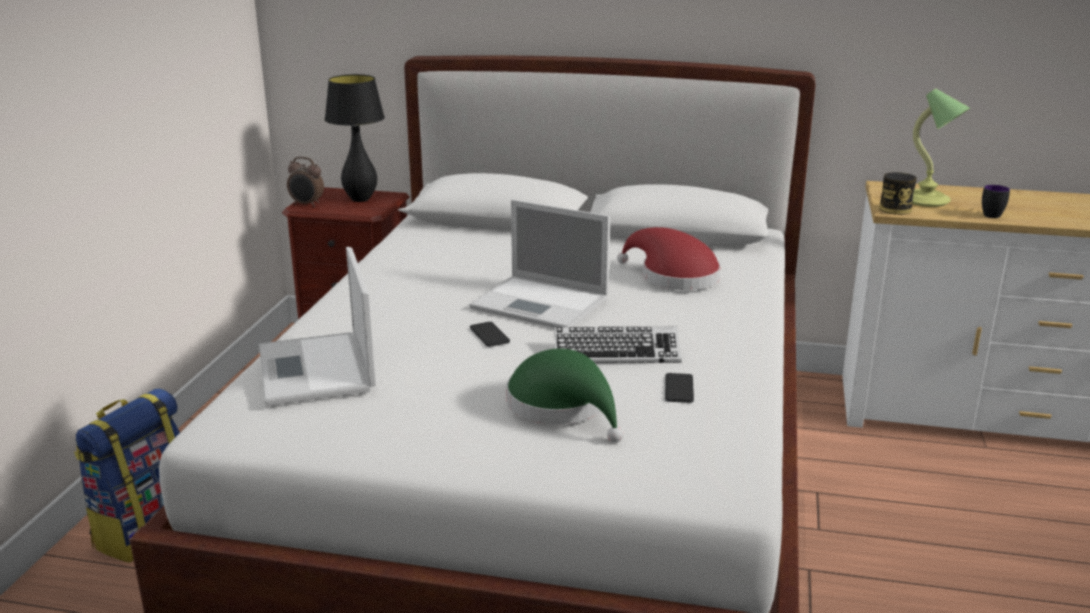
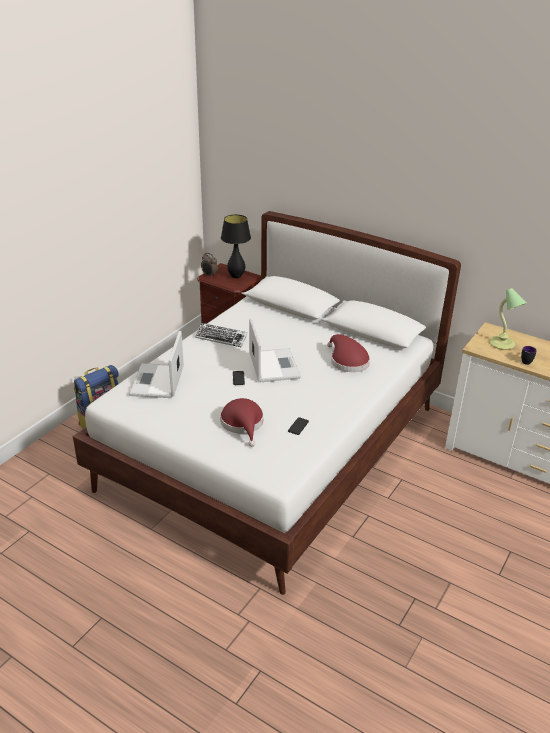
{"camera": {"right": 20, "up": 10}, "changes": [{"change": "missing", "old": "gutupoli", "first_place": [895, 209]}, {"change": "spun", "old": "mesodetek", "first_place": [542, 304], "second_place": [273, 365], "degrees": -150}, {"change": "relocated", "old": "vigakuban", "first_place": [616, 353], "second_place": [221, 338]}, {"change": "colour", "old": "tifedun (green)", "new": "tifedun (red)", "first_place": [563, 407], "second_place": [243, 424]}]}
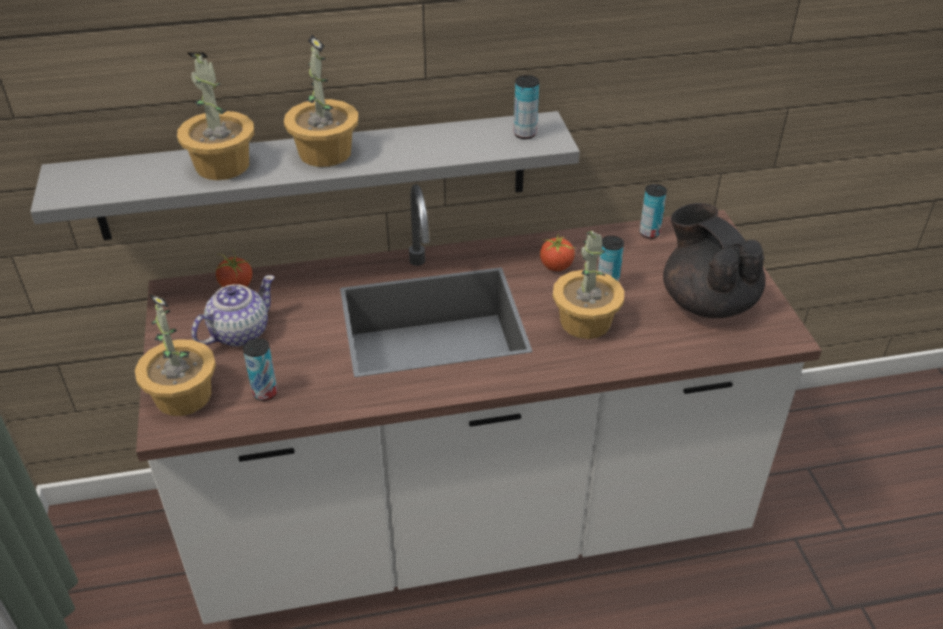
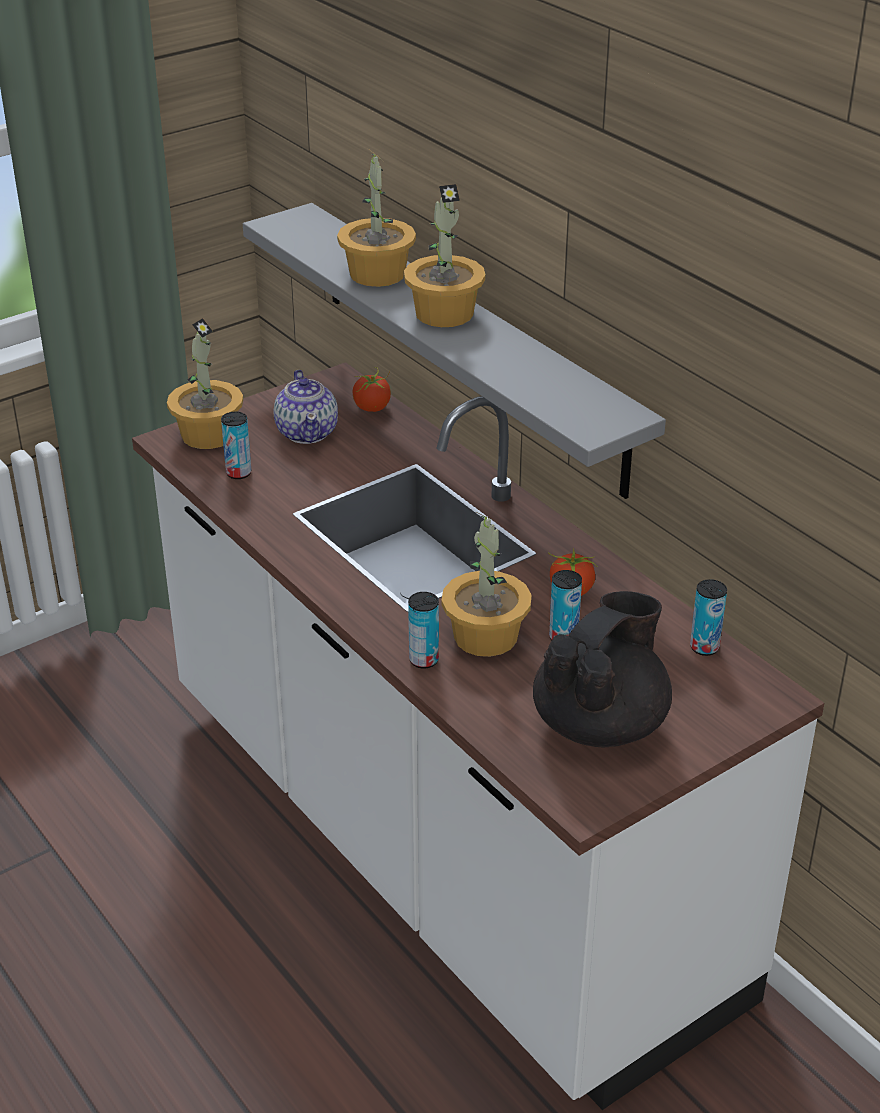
{"camera": {"right": 65, "up": -5}, "changes": [{"change": "relocated", "old": "gutupoli", "first_place": [525, 134], "second_place": [424, 660]}, {"change": "spun", "old": "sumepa", "first_place": [238, 333], "second_place": [307, 432], "degrees": 60}]}
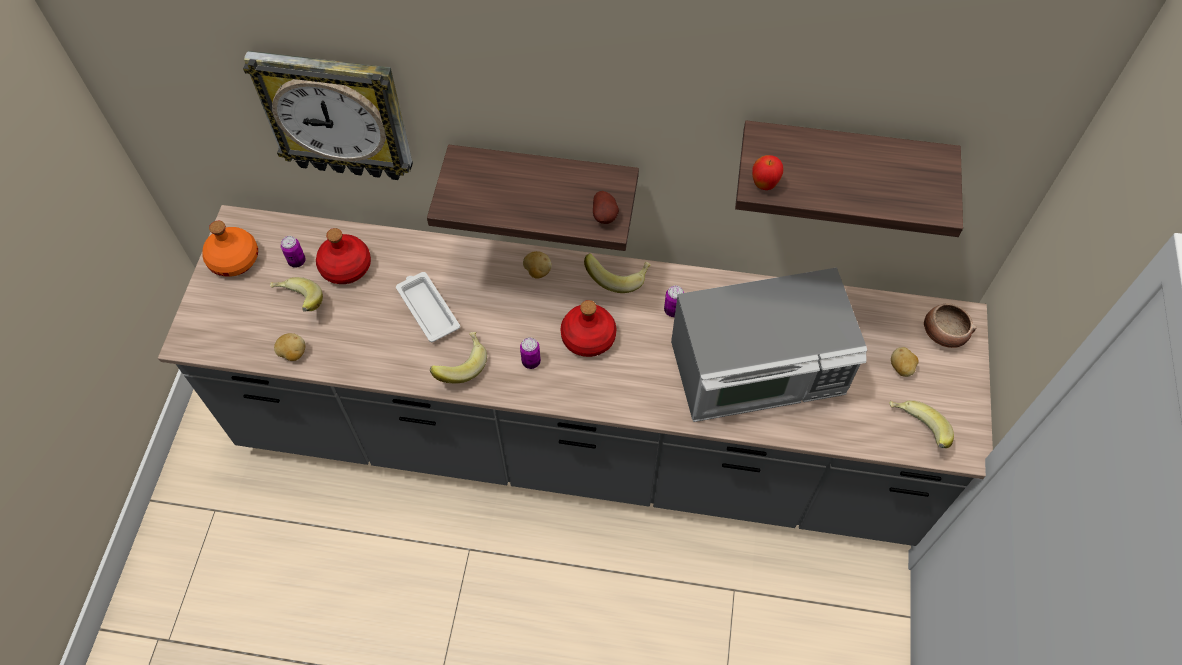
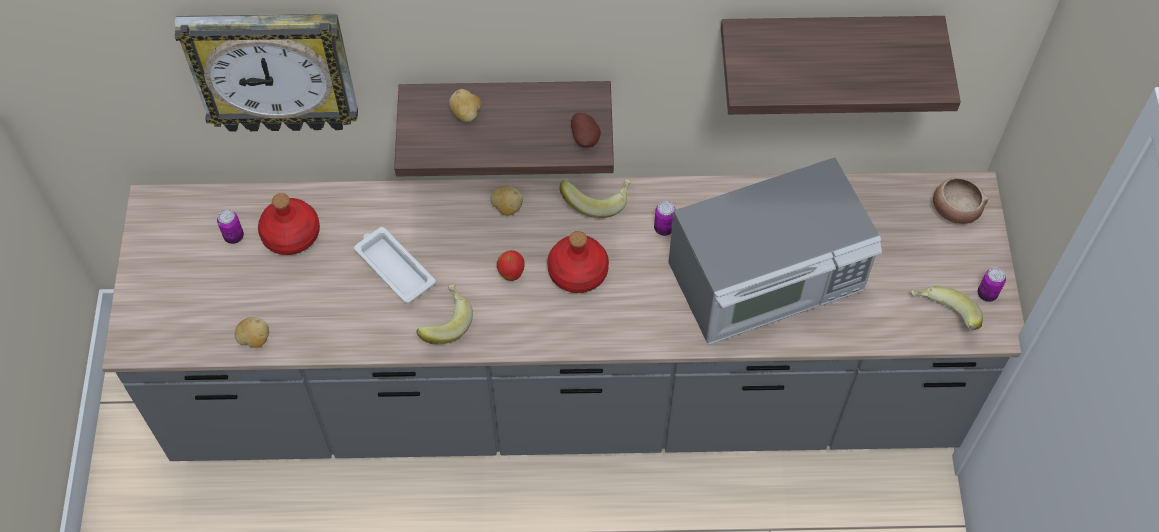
{"camera": {"right": -10, "up": 0}, "changes": [{"change": "relocated", "old": "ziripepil", "first_place": [764, 185], "second_place": [511, 274]}, {"change": "missing", "old": "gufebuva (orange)", "first_place": [234, 259]}, {"change": "missing", "old": "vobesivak", "first_place": [298, 303]}, {"change": "relocated", "old": "gutupoli", "first_place": [531, 362], "second_place": [987, 294]}, {"change": "relocated", "old": "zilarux", "first_place": [901, 368], "second_place": [466, 114]}]}
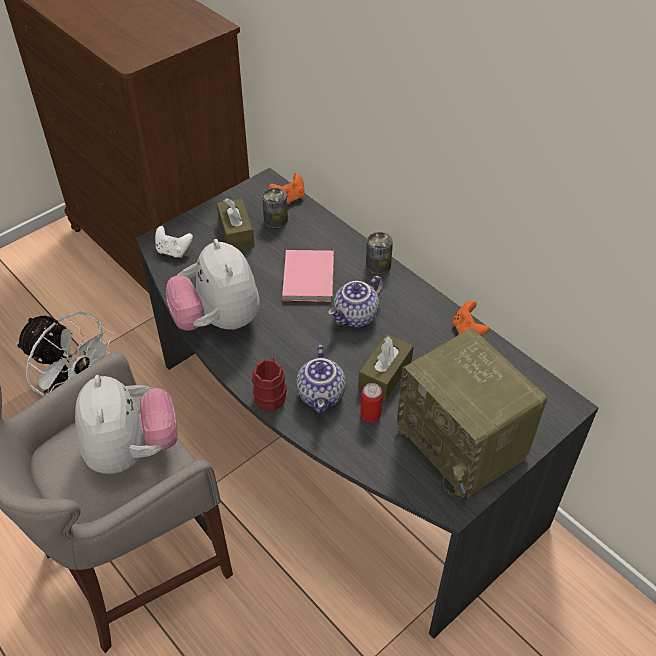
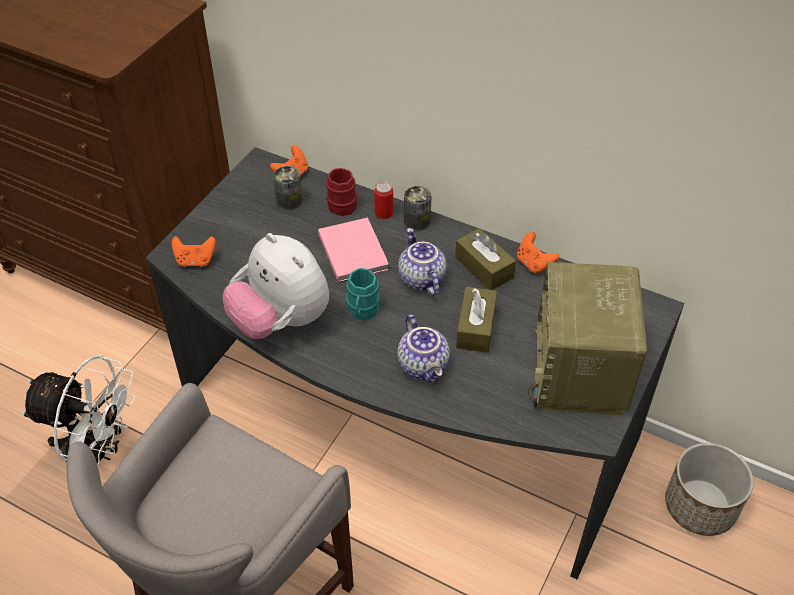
{"camera": {"right": -20, "up": 0}, "changes": [{"change": "relocated", "old": "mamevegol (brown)", "first_place": [236, 232], "second_place": [484, 267]}, {"change": "colour", "old": "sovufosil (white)", "new": "sovufosil (orange)", "first_place": [173, 251], "second_place": [195, 261]}, {"change": "spun", "old": "sumepa", "first_place": [356, 317], "second_place": [420, 279], "degrees": 135}, {"change": "spun", "old": "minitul", "first_place": [463, 444], "second_place": [580, 372], "degrees": 60}, {"change": "relocated", "old": "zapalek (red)", "first_place": [271, 393], "second_place": [341, 202]}, {"change": "missing", "old": "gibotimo", "first_place": [132, 451]}, {"change": "relocated", "old": "gutupoli", "first_place": [370, 414], "second_place": [384, 213]}, {"change": "appeared", "new": "zapalek (turquoise)", "second_place": [362, 311]}, {"change": "appeared", "new": "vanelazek", "second_place": [700, 507]}]}
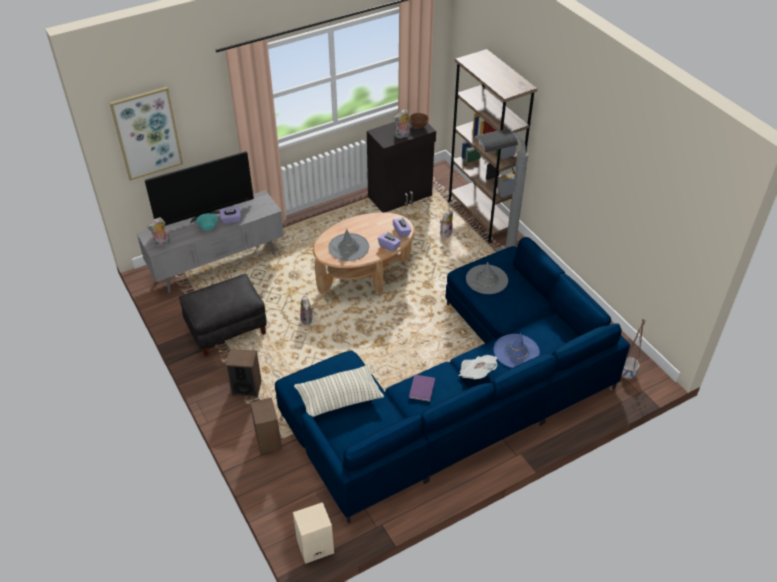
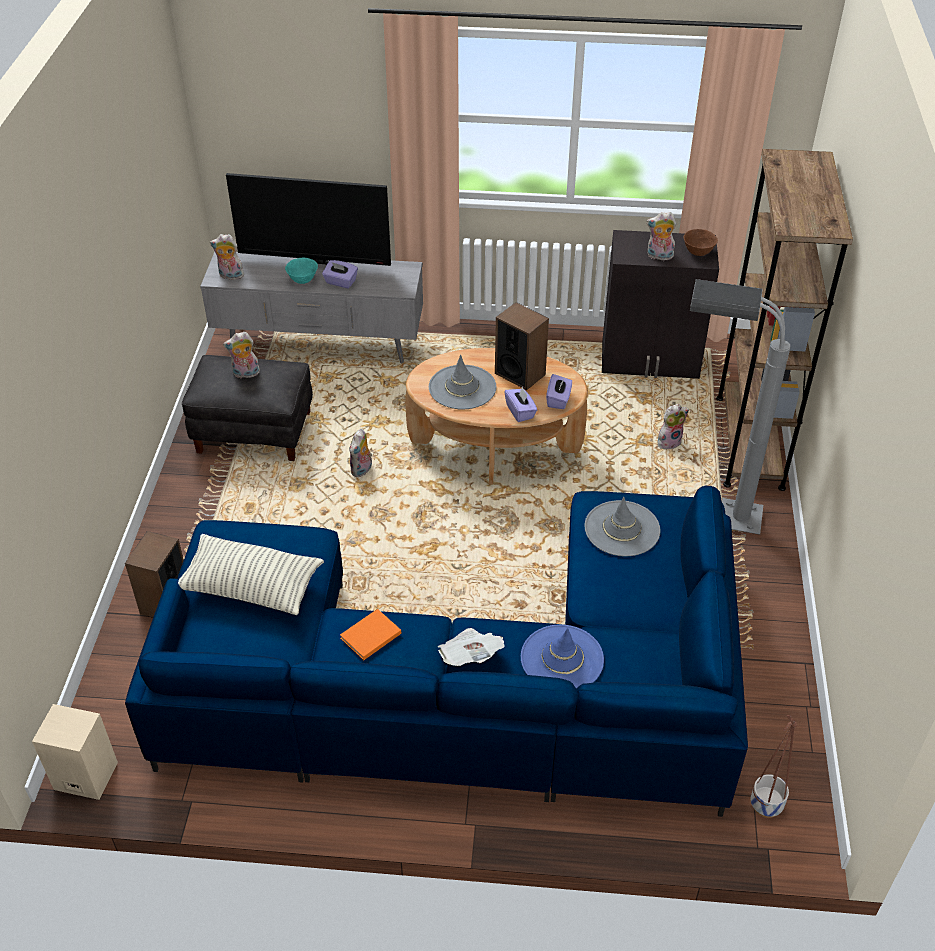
{"camera": {"right": 35, "up": 0}, "changes": [{"change": "missing", "old": "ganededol", "first_place": [147, 133]}, {"change": "relocated", "old": "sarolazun", "first_place": [246, 387], "second_place": [520, 373]}, {"change": "colour", "old": "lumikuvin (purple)", "new": "lumikuvin (orange)", "first_place": [421, 389], "second_place": [369, 636]}, {"change": "appeared", "new": "gibotimo", "second_place": [245, 374]}]}
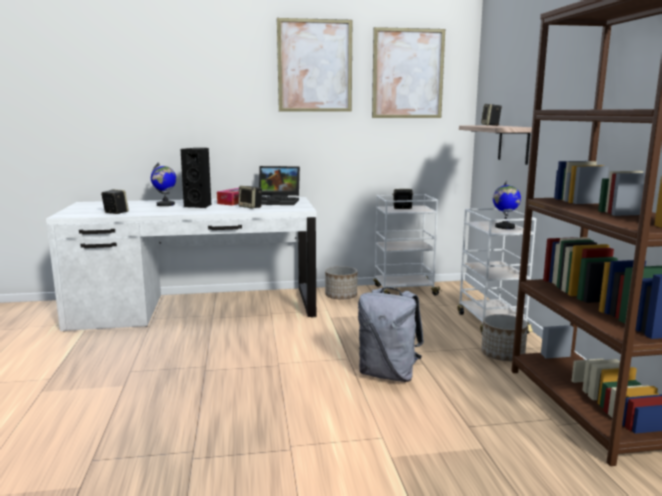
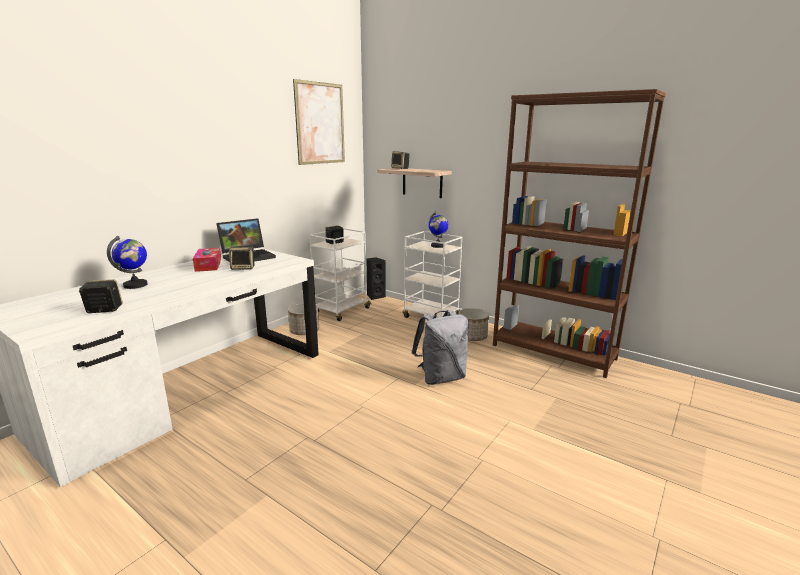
{"camera": {"right": -45, "up": 5}, "changes": [{"change": "missing", "old": "ganededol", "first_place": [315, 66]}, {"change": "relocated", "old": "sarolazun (black)", "first_place": [199, 206], "second_place": [375, 296]}]}
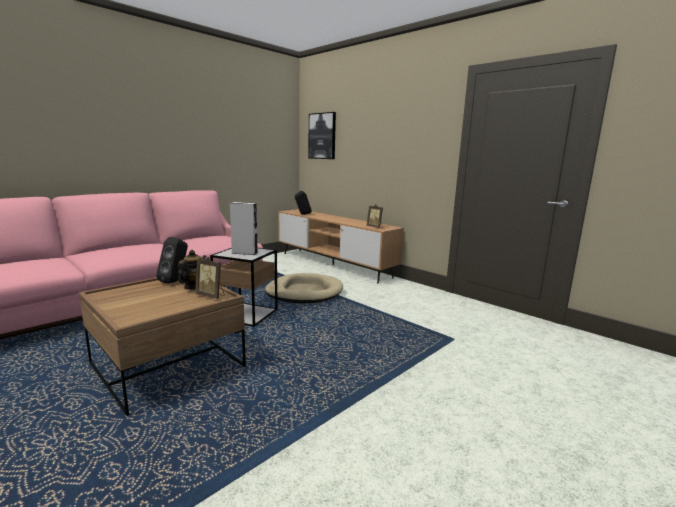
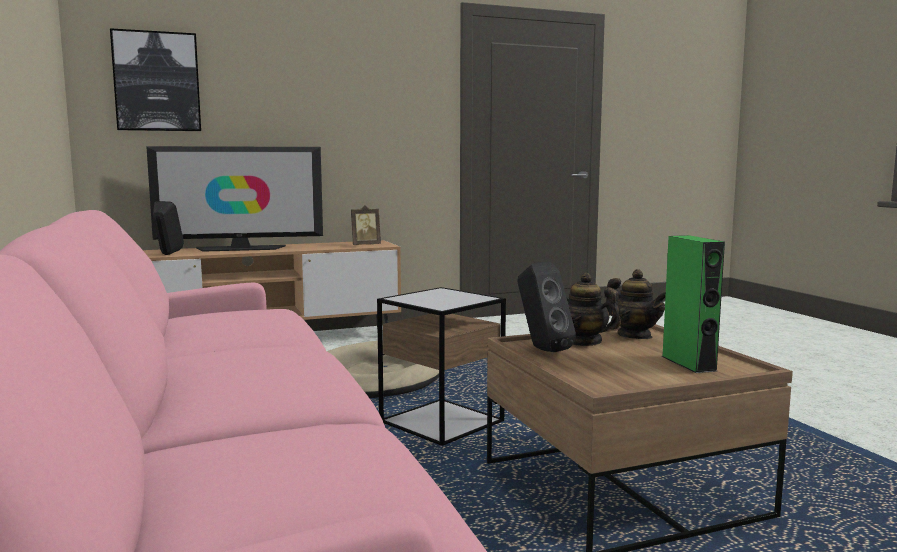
{"camera": {"right": -65, "up": -5}, "changes": [{"change": "missing", "old": "sarolazun (grey)", "first_place": [244, 253]}, {"change": "exchanged", "old": "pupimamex", "new": "sumepa", "first_place": [211, 296], "second_place": [634, 336]}, {"change": "appeared", "new": "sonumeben", "second_place": [240, 248]}, {"change": "appeared", "new": "sarolazun (green)", "second_place": [688, 363]}]}
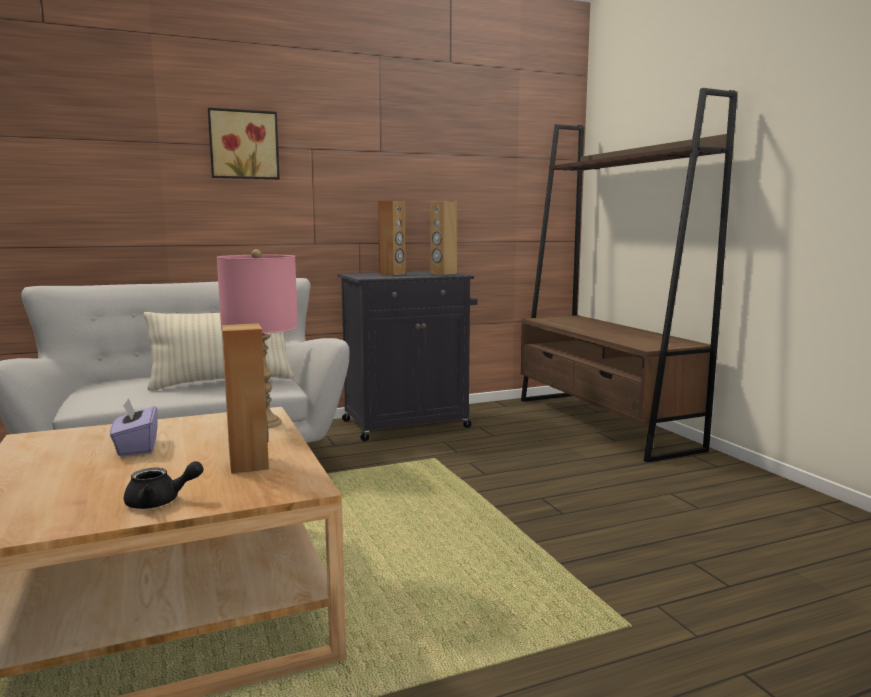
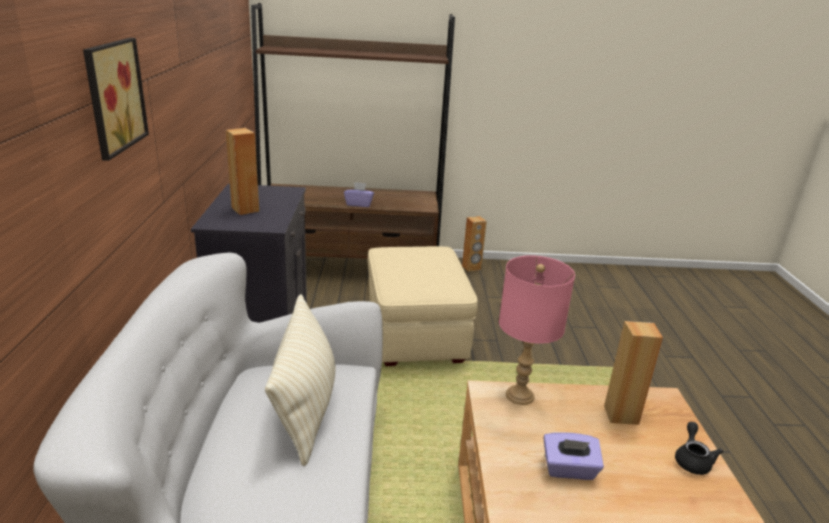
{"camera": {"right": -70, "up": 15}, "changes": [{"change": "relocated", "old": "sarolazun (brown)", "first_place": [443, 273], "second_place": [471, 268]}, {"change": "appeared", "new": "mamevegol (purple)", "second_place": [359, 204]}, {"change": "appeared", "new": "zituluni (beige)", "second_place": [415, 333]}]}
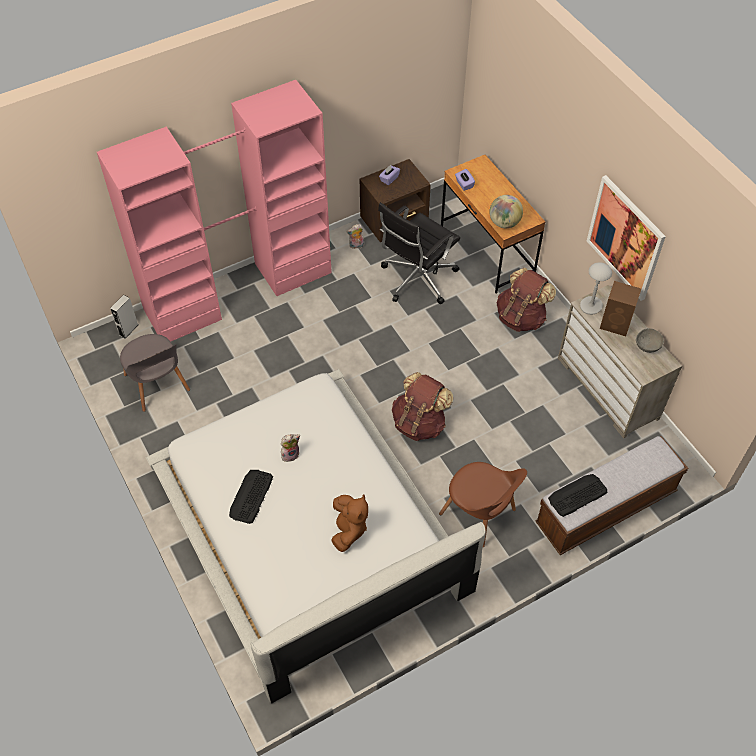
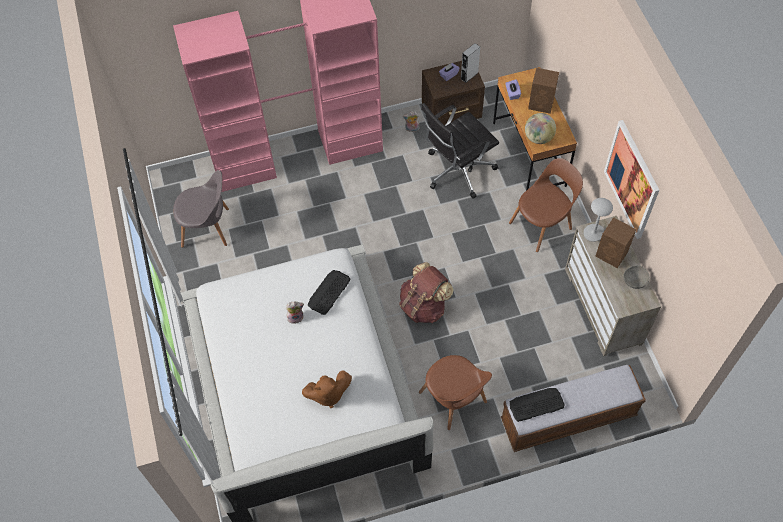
{"camera": {"right": 15, "up": 5}, "changes": [{"change": "exchanged", "old": "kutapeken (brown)", "new": "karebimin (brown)", "first_place": [521, 317], "second_place": [542, 224]}, {"change": "relocated", "old": "sarolazun (grey)", "first_place": [128, 330], "second_place": [469, 75]}, {"change": "spun", "old": "karebimin (grey)", "first_place": [157, 385], "second_place": [208, 228], "degrees": -75}, {"change": "relocated", "old": "vigakuban", "first_place": [251, 496], "second_place": [329, 292]}, {"change": "spun", "old": "gibotimo (brown)", "first_place": [348, 529], "second_place": [327, 394], "degrees": 60}, {"change": "appeared", "new": "sarolazun (brown)", "second_place": [541, 103]}]}
